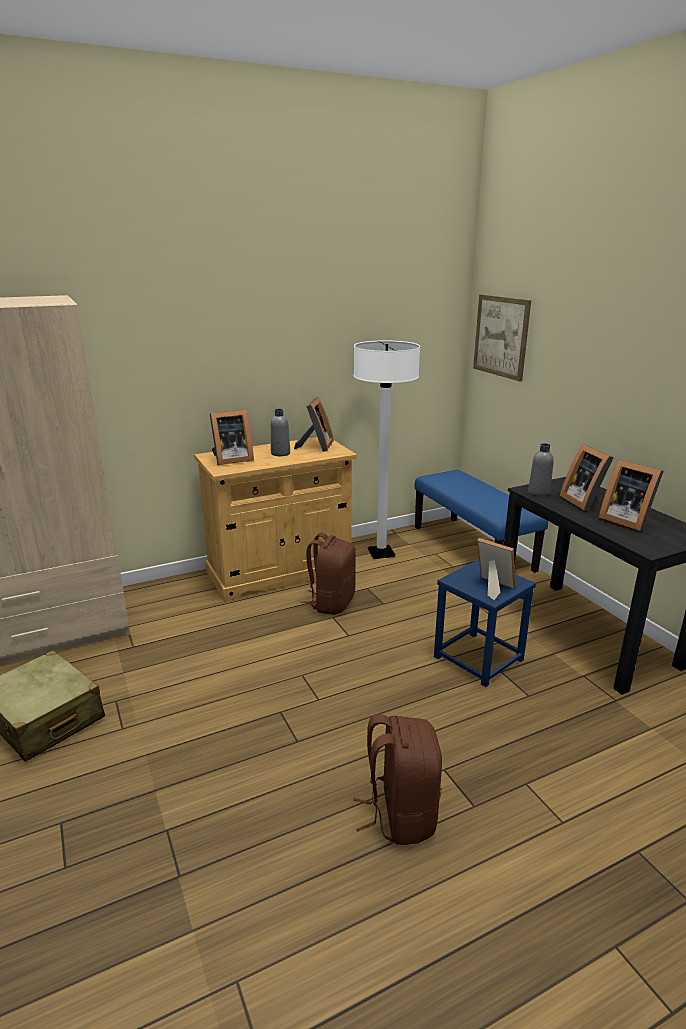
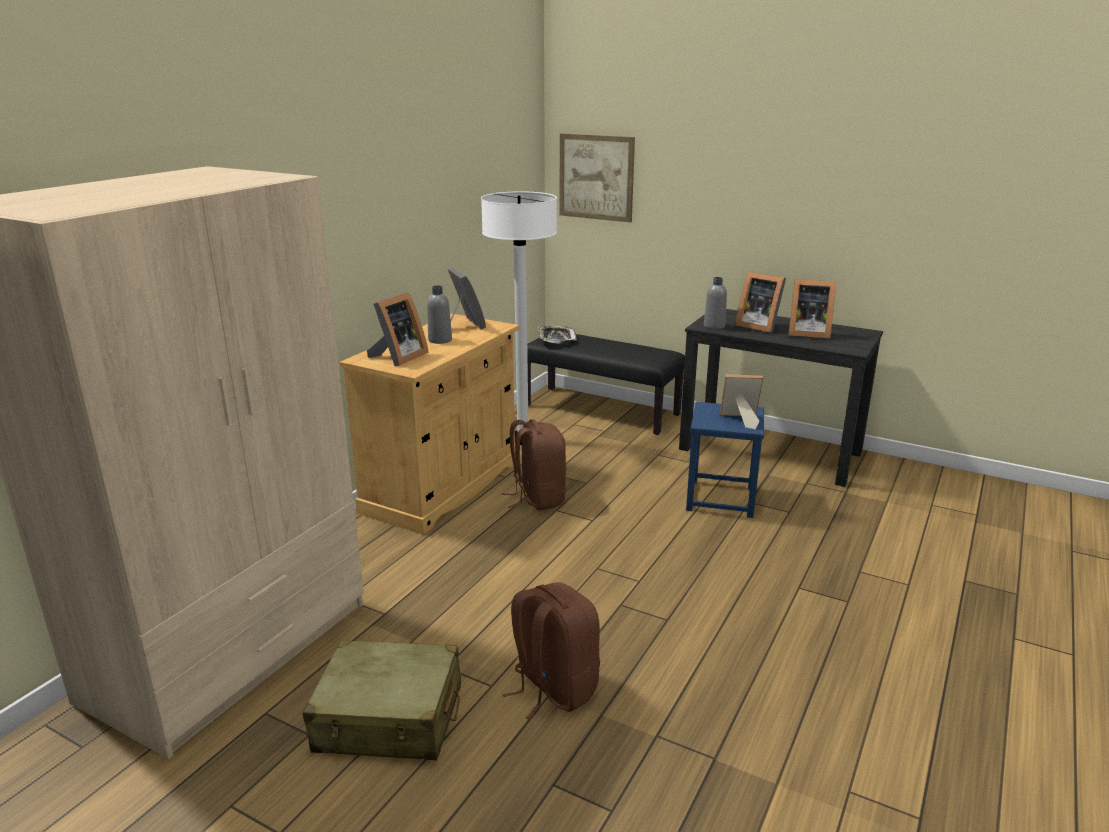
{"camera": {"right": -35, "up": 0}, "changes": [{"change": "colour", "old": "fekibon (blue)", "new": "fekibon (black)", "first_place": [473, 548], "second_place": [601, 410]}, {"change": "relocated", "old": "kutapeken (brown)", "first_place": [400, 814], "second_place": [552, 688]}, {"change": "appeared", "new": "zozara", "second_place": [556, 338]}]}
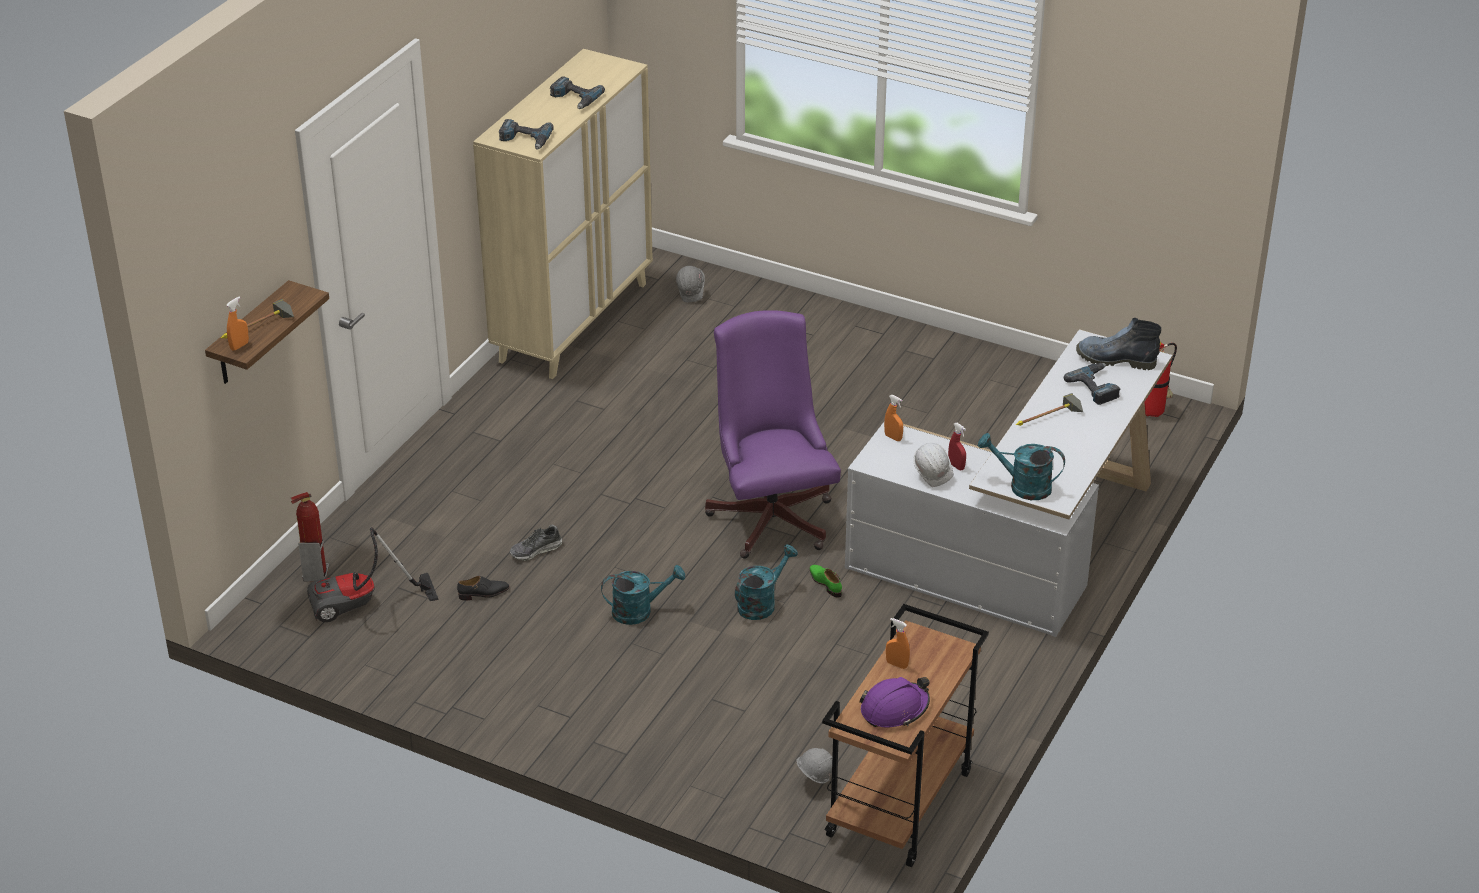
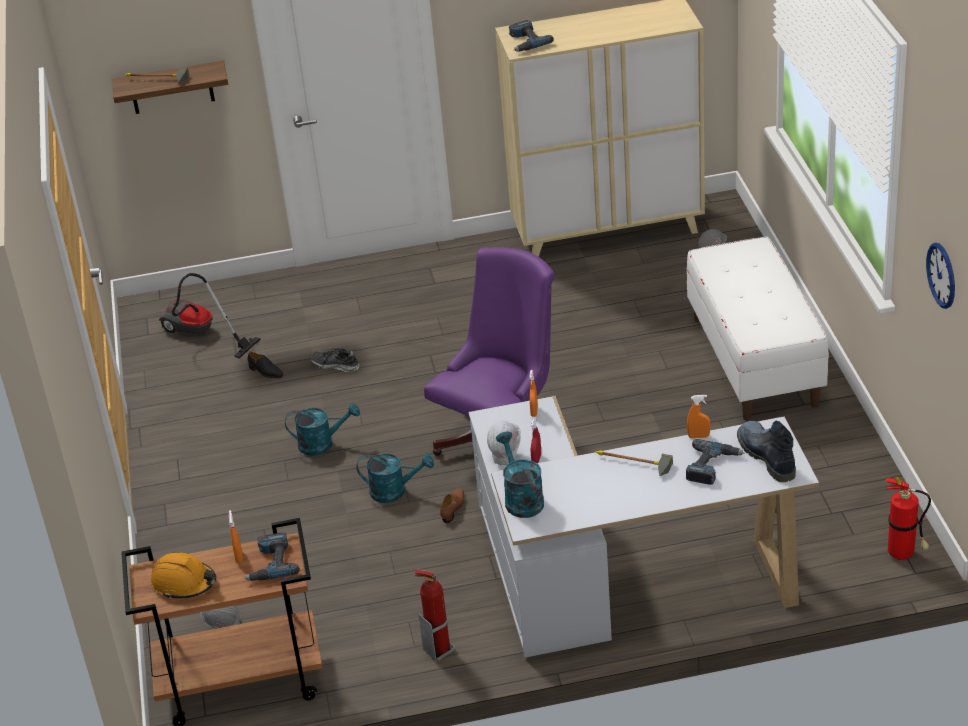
{"camera": {"right": 55, "up": 0}, "changes": [{"change": "relocated", "old": "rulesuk", "first_place": [574, 98], "second_place": [270, 563]}, {"change": "relocated", "old": "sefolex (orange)", "first_place": [239, 346], "second_place": [698, 436]}, {"change": "relocated", "old": "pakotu", "first_place": [315, 574], "second_place": [439, 650]}, {"change": "spun", "old": "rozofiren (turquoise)", "first_place": [639, 611], "second_place": [322, 444], "degrees": -45}, {"change": "colour", "old": "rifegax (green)", "new": "rifegax (brown)", "first_place": [825, 583], "second_place": [453, 508]}, {"change": "colour", "old": "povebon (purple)", "new": "povebon (orange)", "first_place": [894, 709], "second_place": [184, 583]}, {"change": "appeared", "new": "fekibon (white)", "second_place": [755, 361]}, {"change": "appeared", "new": "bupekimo", "second_place": [941, 275]}]}
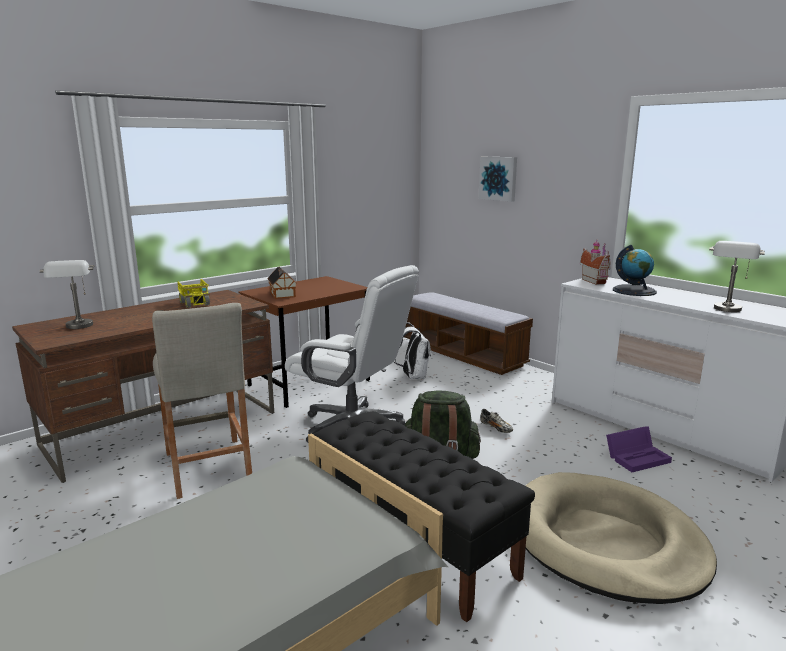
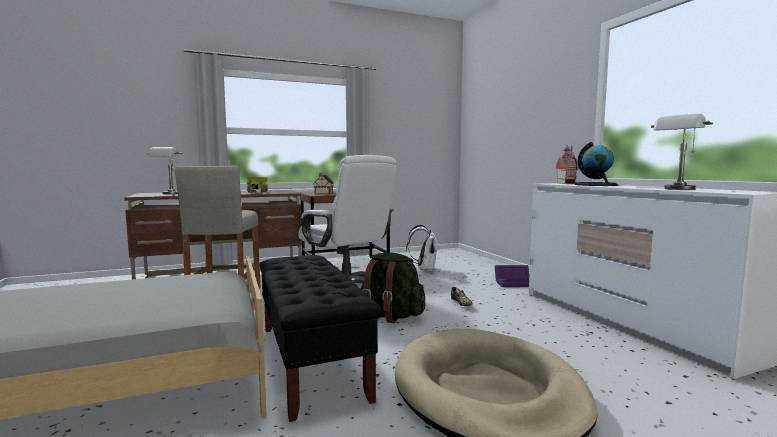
{"camera": {"right": 20, "up": -10}, "changes": [{"change": "missing", "old": "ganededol", "first_place": [498, 178]}, {"change": "missing", "old": "fekibon", "first_place": [463, 354]}, {"change": "relocated", "old": "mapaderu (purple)", "first_place": [638, 457], "second_place": [515, 283]}]}
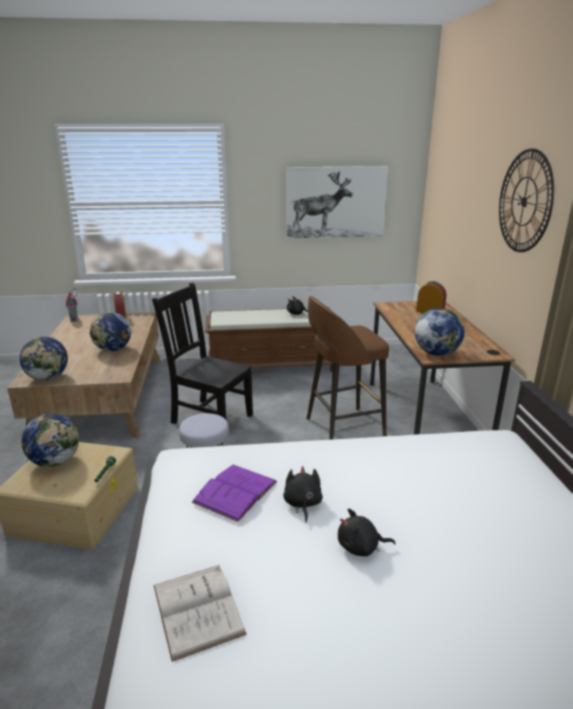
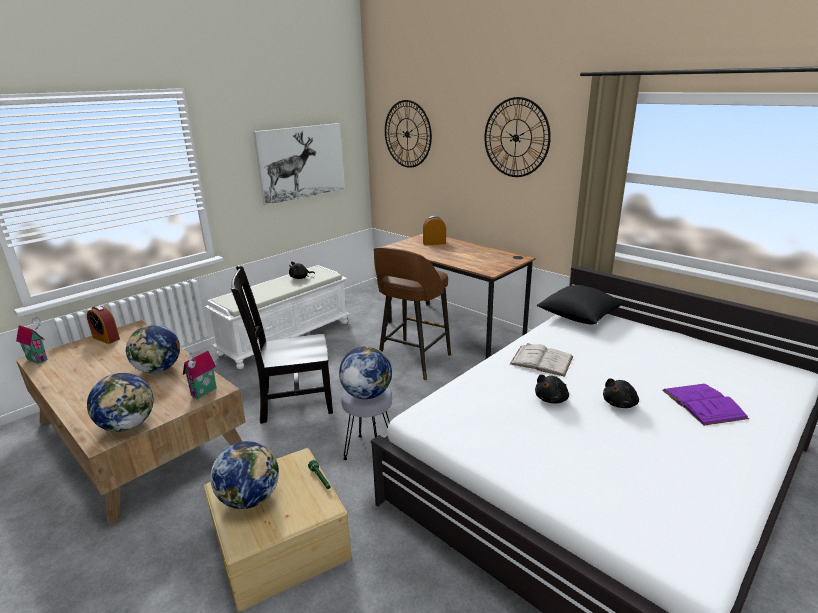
{"camera": {"right": -40, "up": 0}, "changes": [{"change": "colour", "old": "fekibon (brown)", "new": "fekibon (white)", "first_place": [272, 365], "second_place": [286, 337]}, {"change": "relocated", "old": "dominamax", "first_place": [436, 353], "second_place": [366, 394]}, {"change": "relocated", "old": "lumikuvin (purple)", "first_place": [235, 492], "second_place": [703, 404]}, {"change": "spun", "old": "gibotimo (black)", "first_place": [302, 504], "second_place": [552, 399], "degrees": -90}, {"change": "relocated", "old": "lumikuvin (white)", "first_place": [197, 609], "second_place": [541, 360]}, {"change": "appeared", "new": "bupekimo", "second_place": [407, 134]}, {"change": "appeared", "new": "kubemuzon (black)", "second_place": [578, 316]}, {"change": "appeared", "new": "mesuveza", "second_place": [205, 392]}]}
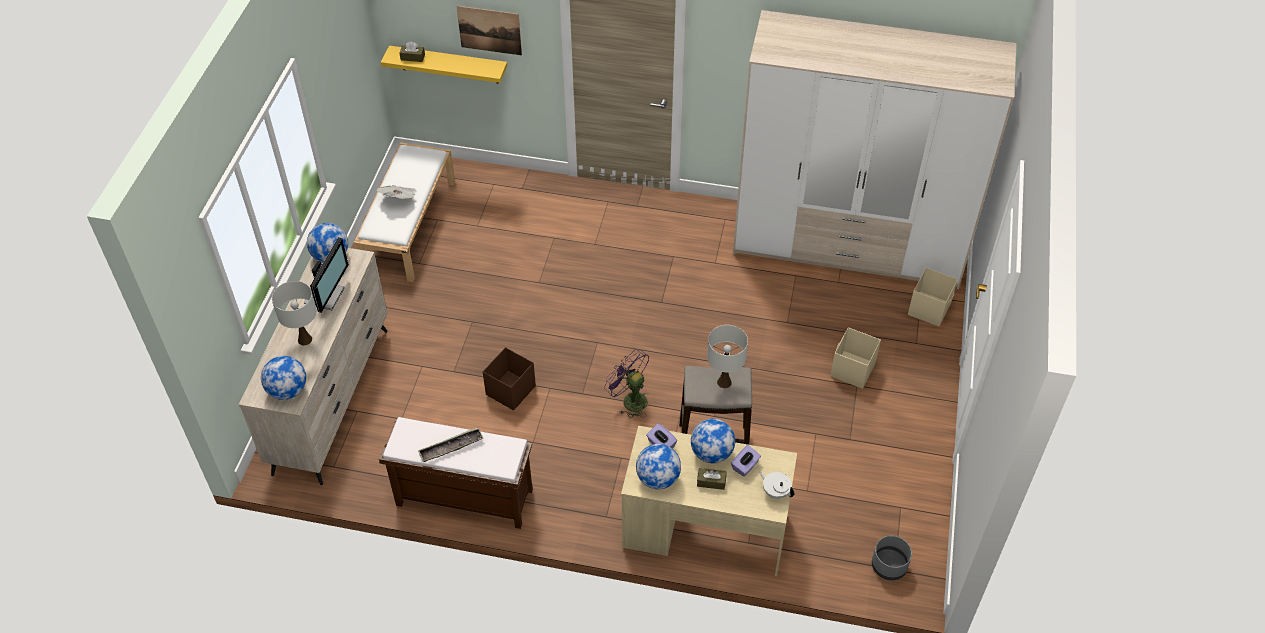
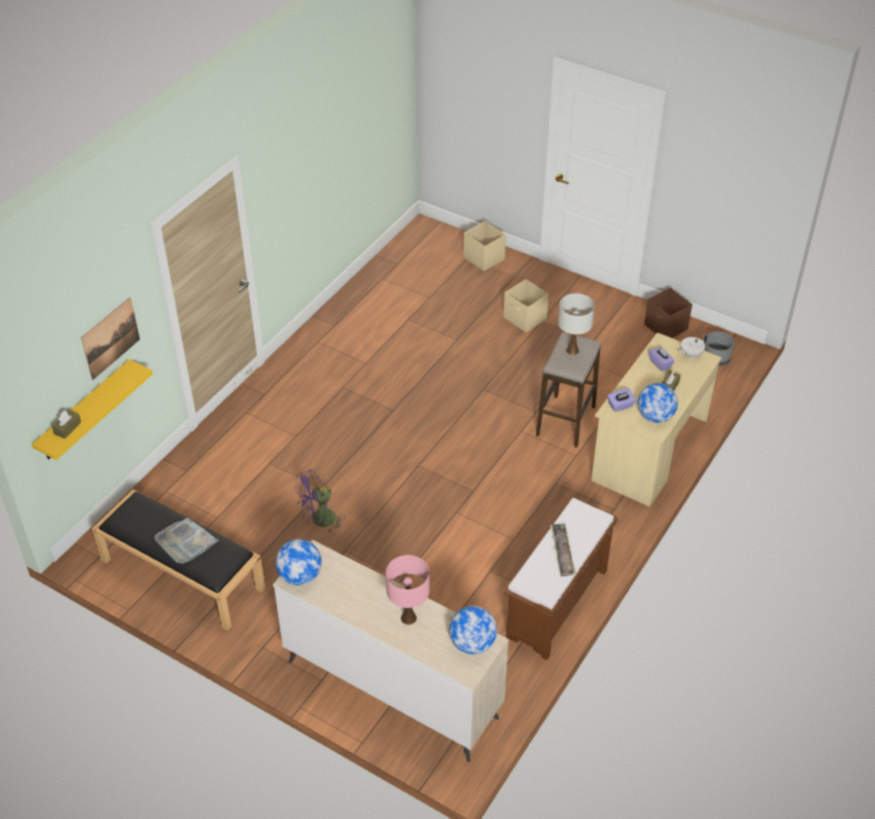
{"camera": {"right": -70, "up": -5}, "changes": [{"change": "missing", "old": "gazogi", "first_place": [848, 246]}, {"change": "colour", "old": "fekibon (white)", "new": "fekibon (black)", "first_place": [409, 225], "second_place": [181, 574]}, {"change": "exchanged", "old": "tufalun", "new": "zozara (grey)", "first_place": [399, 199], "second_place": [186, 542]}, {"change": "missing", "old": "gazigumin", "first_place": [326, 296]}, {"change": "colour", "old": "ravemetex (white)", "new": "ravemetex (pink)", "first_place": [305, 339], "second_place": [408, 618]}, {"change": "relocated", "old": "mapaderu (brown)", "first_place": [510, 391], "second_place": [666, 327]}, {"change": "relocated", "old": "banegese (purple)", "first_place": [630, 399], "second_place": [319, 521]}, {"change": "missing", "old": "dominamax", "first_place": [711, 453]}]}
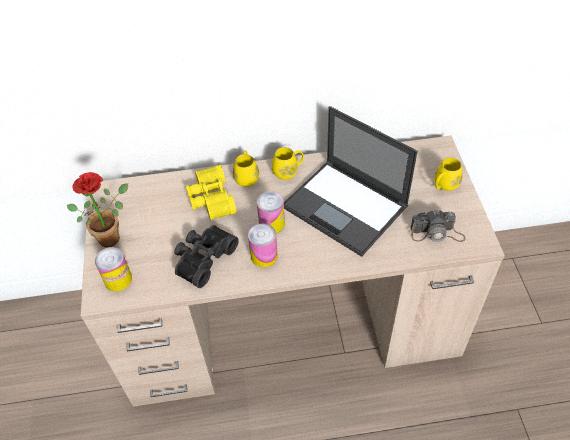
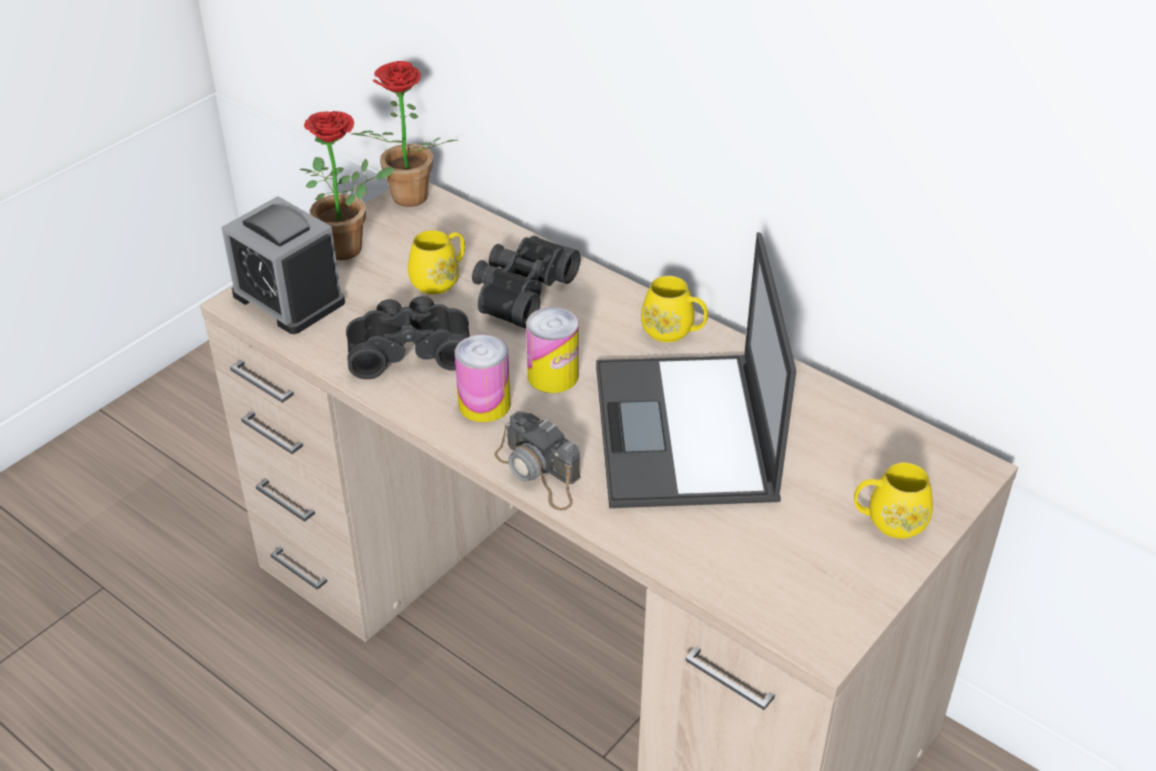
{"camera": {"right": 45, "up": -10}, "changes": [{"change": "relocated", "old": "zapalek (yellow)", "first_place": [246, 176], "second_place": [440, 280]}, {"change": "colour", "old": "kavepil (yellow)", "new": "kavepil (black)", "first_place": [210, 199], "second_place": [519, 291]}, {"change": "relocated", "old": "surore", "first_place": [437, 233], "second_place": [540, 472]}, {"change": "exchanged", "old": "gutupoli", "new": "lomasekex", "first_place": [118, 279], "second_place": [288, 298]}, {"change": "appeared", "new": "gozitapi", "second_place": [405, 201]}]}
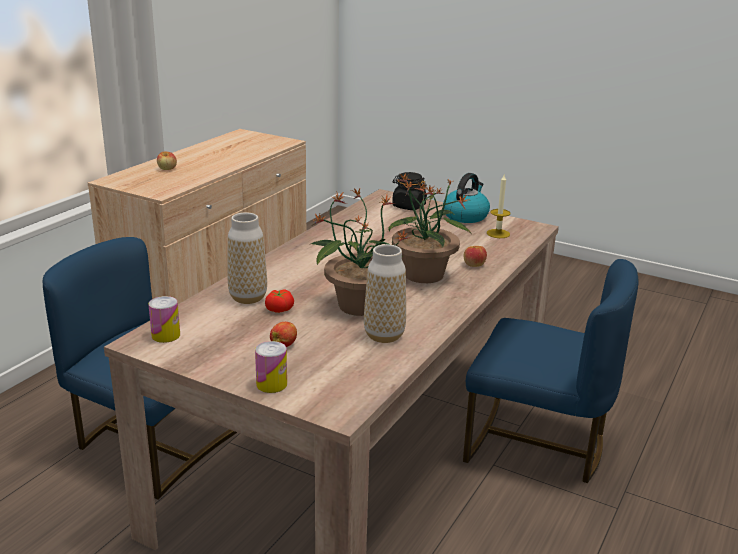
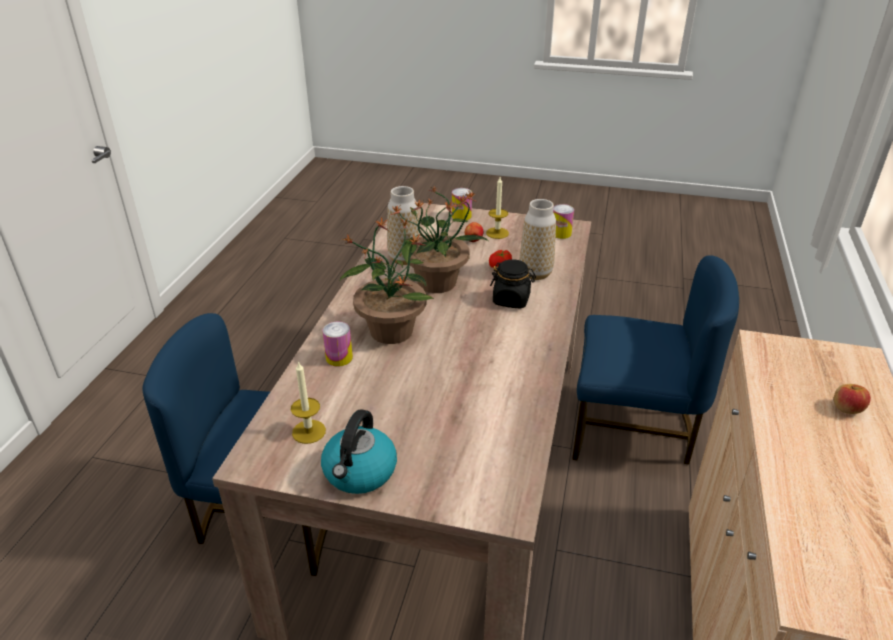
{"camera": {"right": 165, "up": 10}, "changes": [{"change": "relocated", "old": "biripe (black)", "first_place": [408, 206], "second_place": [511, 300]}, {"change": "exchanged", "old": "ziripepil", "new": "gutupoli", "first_place": [474, 265], "second_place": [339, 358]}, {"change": "appeared", "new": "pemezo", "second_place": [497, 233]}]}
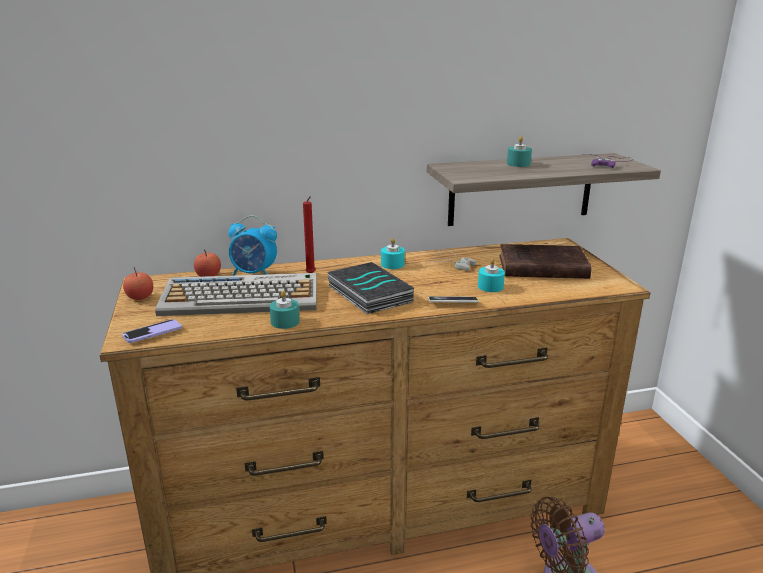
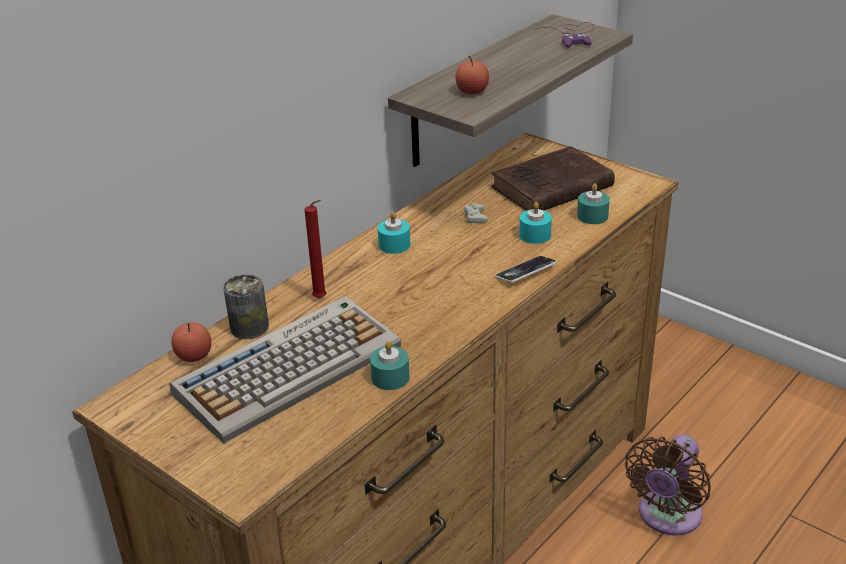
{"camera": {"right": -35, "up": 10}, "changes": [{"change": "relocated", "old": "pemezo (turquoise)", "first_place": [518, 164], "second_place": [592, 216]}, {"change": "exchanged", "old": "lomasekex", "new": "gutupoli", "first_place": [254, 274], "second_place": [249, 327]}, {"change": "missing", "old": "lumikuvin", "first_place": [367, 293]}, {"change": "relocated", "old": "ziripepil", "first_place": [140, 297], "second_place": [472, 91]}, {"change": "missing", "old": "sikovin", "first_place": [152, 333]}]}
